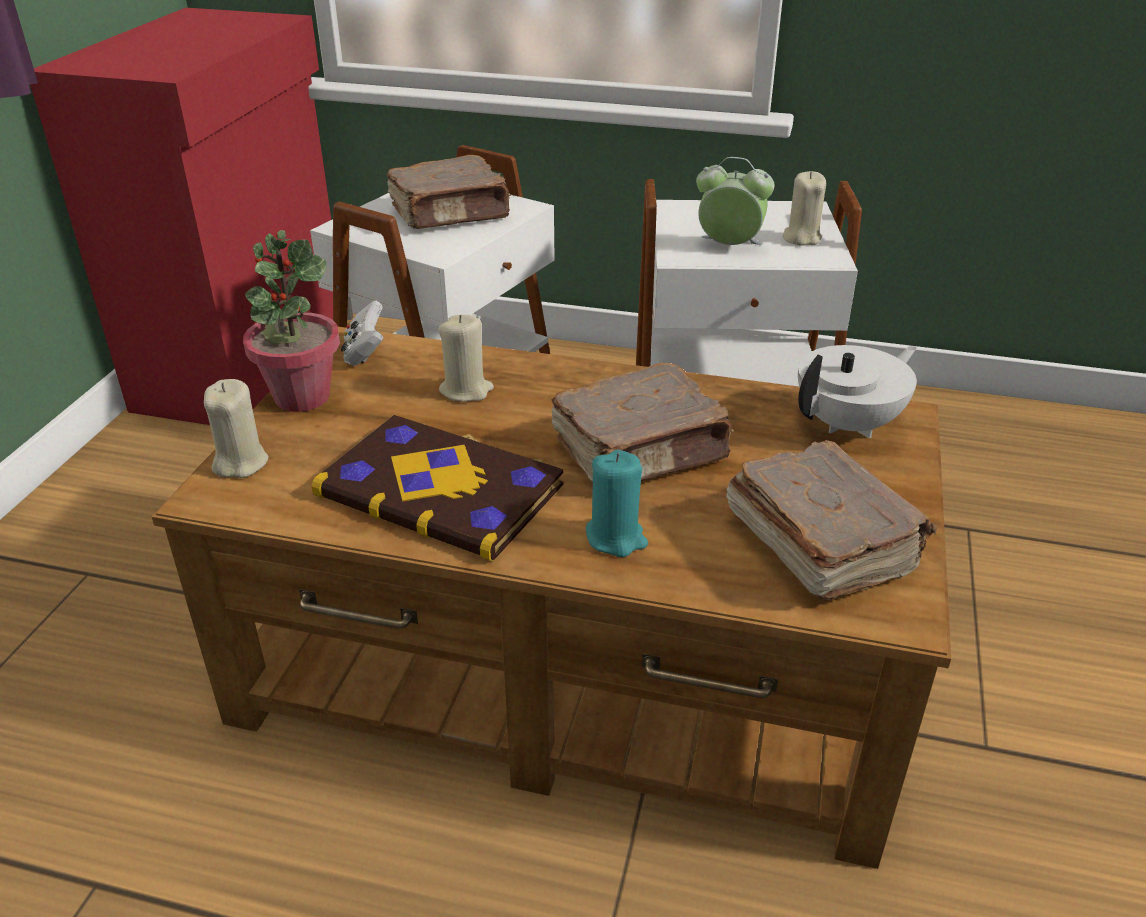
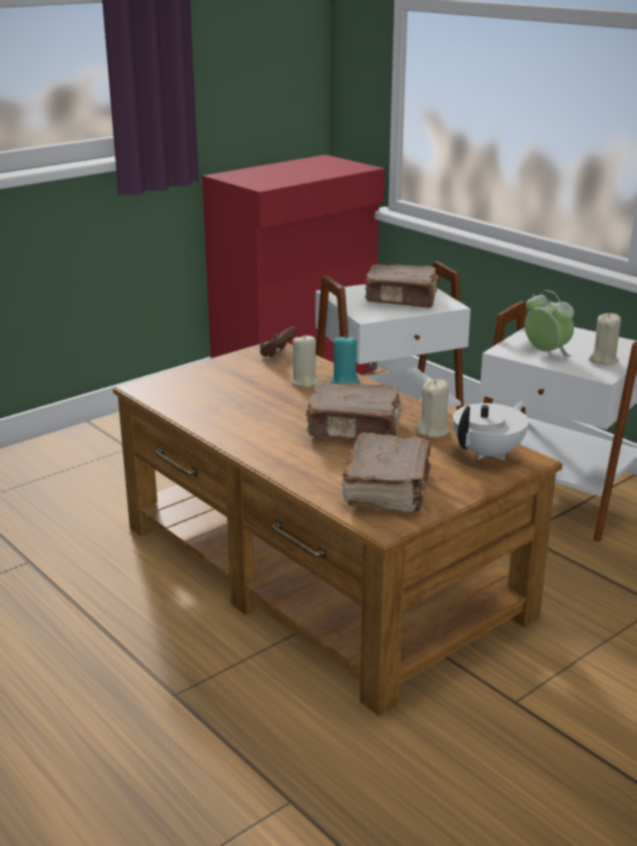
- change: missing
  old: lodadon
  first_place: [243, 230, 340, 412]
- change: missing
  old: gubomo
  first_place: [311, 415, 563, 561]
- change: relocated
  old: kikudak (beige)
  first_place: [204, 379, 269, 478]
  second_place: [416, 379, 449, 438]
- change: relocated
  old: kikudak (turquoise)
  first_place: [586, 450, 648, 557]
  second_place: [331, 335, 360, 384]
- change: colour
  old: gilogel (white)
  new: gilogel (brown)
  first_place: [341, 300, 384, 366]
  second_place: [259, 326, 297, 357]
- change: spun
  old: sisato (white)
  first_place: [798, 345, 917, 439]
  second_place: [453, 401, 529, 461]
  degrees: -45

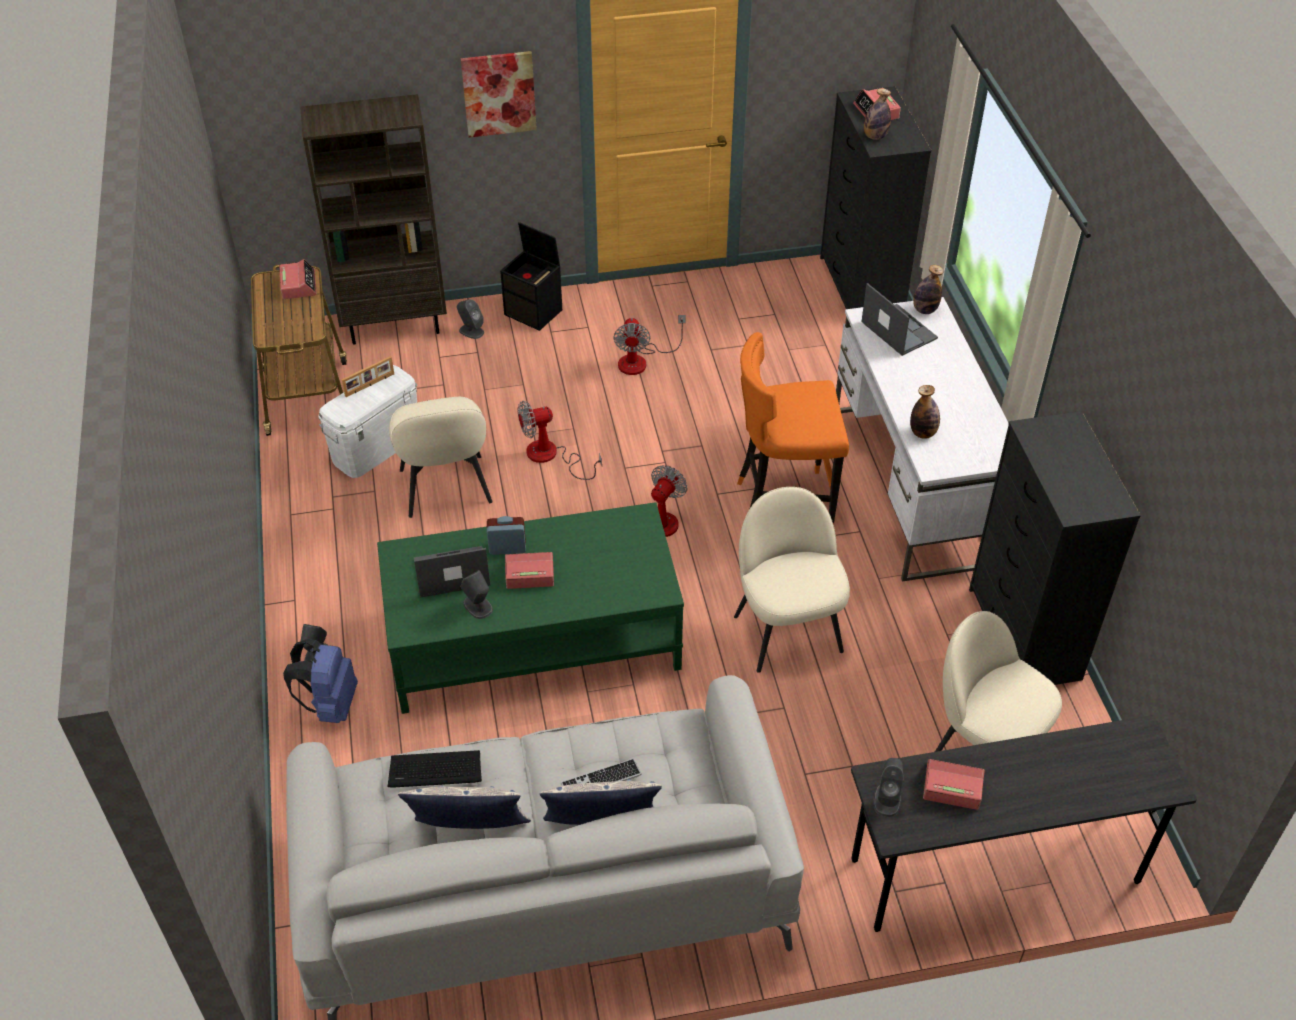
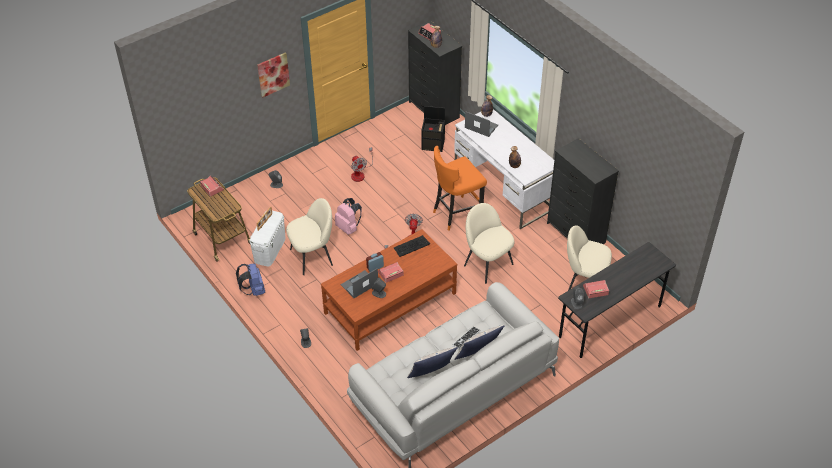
- change: missing
  old: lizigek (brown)
  first_place: [300, 94, 447, 345]
- change: relocated
  old: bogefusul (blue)
  first_place: [283, 639, 358, 723]
  second_place: [236, 263, 265, 296]
- change: relocated
  old: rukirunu
  first_place: [387, 750, 482, 788]
  second_place: [394, 235, 430, 257]
- change: relocated
  old: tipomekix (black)
  first_place: [500, 222, 562, 331]
  second_place: [421, 106, 445, 152]
- change: exchanged
  old: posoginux
  new: bogefusul (pink)
  first_place: [517, 401, 602, 480]
  second_place: [335, 198, 362, 235]
- change: colour
  old: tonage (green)
  new: tonage (brown)
  first_place: [377, 502, 684, 714]
  second_place: [321, 229, 457, 351]
- change: spun
  old: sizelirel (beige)
  first_place: [389, 397, 493, 518]
  second_place: [286, 198, 333, 275]
  degrees: -75

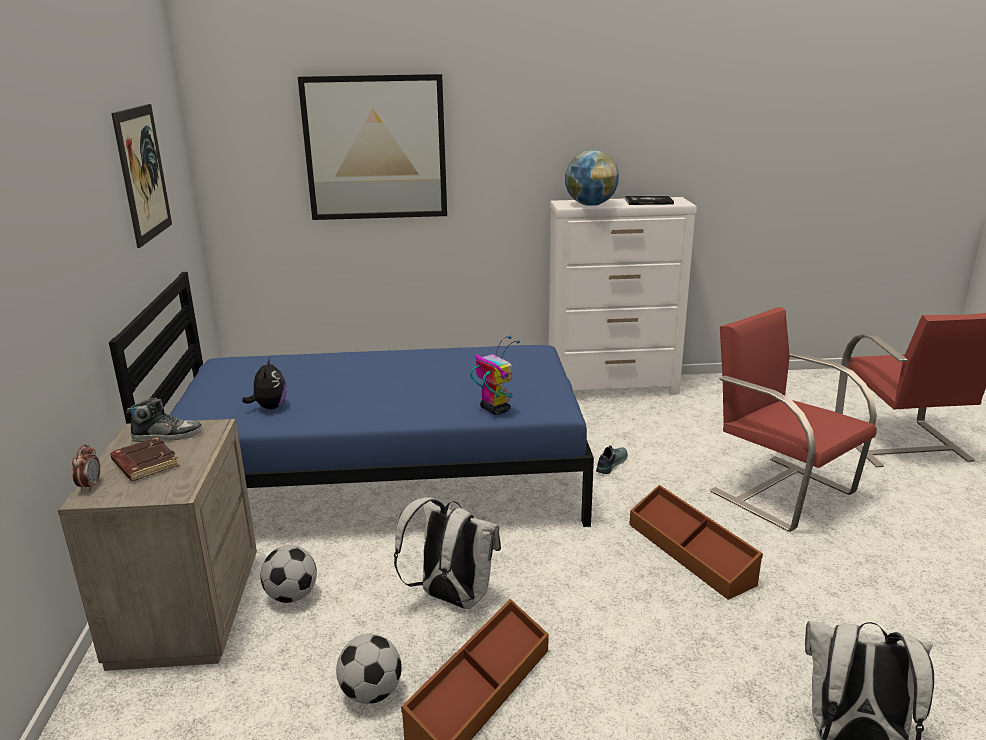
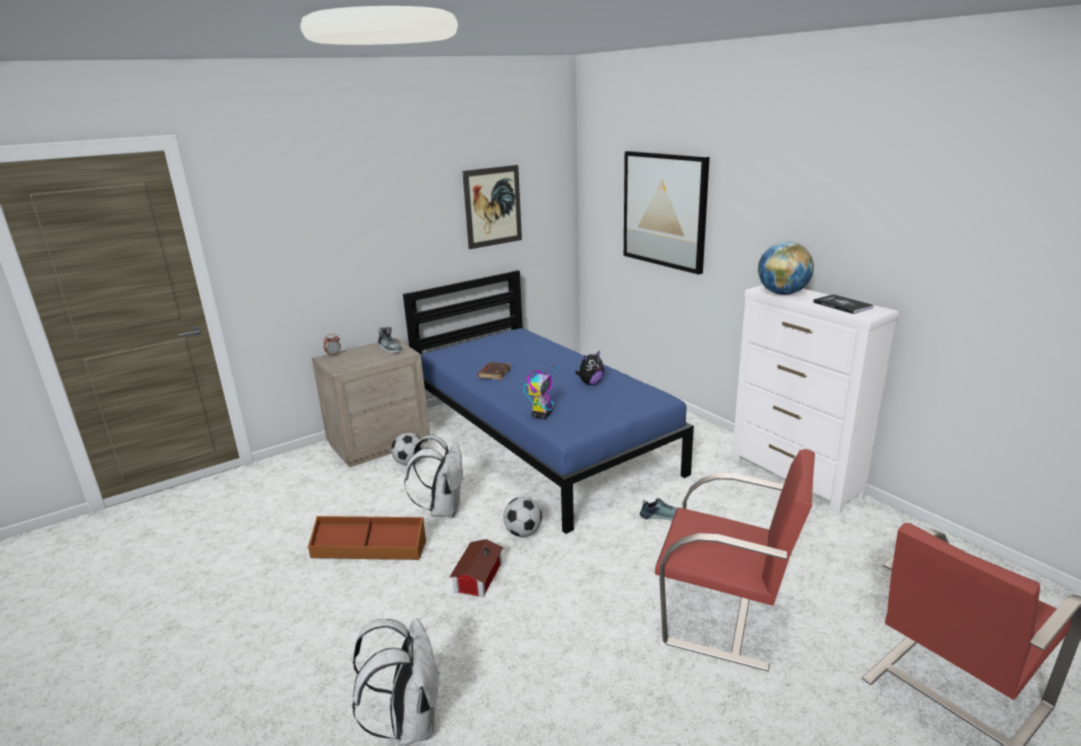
- change: missing
  old: tipomekix (brown)
  first_place: [629, 485, 763, 600]
- change: appeared
  new: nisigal
  second_place: [450, 539, 503, 597]
- change: relocated
  old: gubomo (brown)
  first_place: [110, 437, 180, 481]
  second_place: [477, 362, 511, 380]
- change: relocated
  old: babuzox
  first_place: [242, 357, 287, 409]
  second_place: [575, 351, 604, 385]
- change: relocated
  old: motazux
  first_place: [336, 634, 402, 704]
  second_place: [503, 497, 542, 537]
- change: spun
  old: sizelirel (red)
  first_place: [710, 307, 877, 532]
  second_place: [655, 449, 815, 671]
  degrees: 90

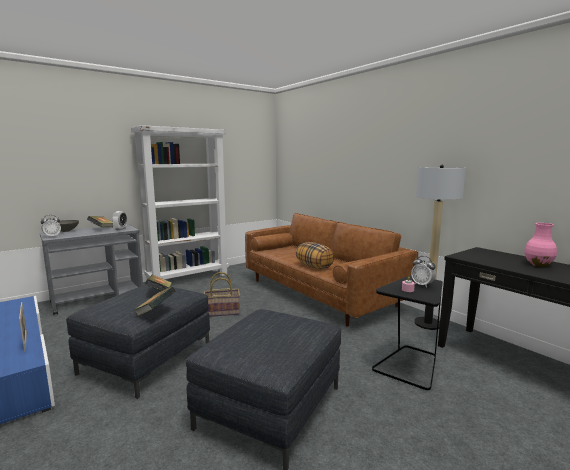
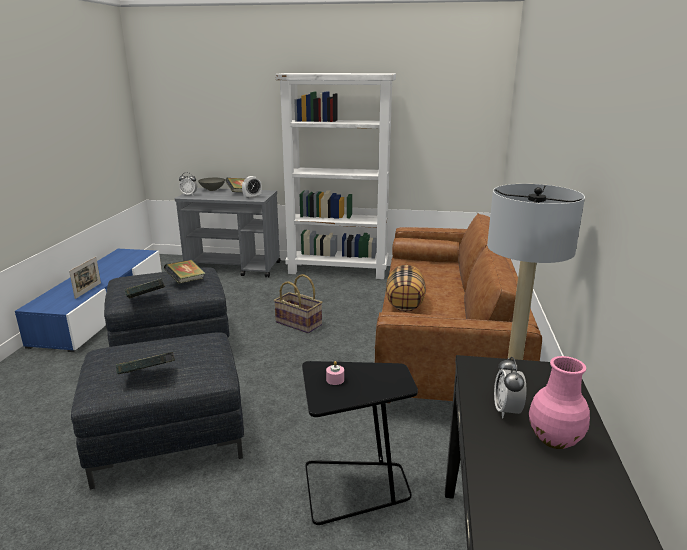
- change: appeared
  new: gubomo
  second_place: [116, 352, 175, 374]
- change: relocated
  old: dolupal
  first_place: [411, 256, 436, 288]
  second_place: [494, 357, 527, 418]

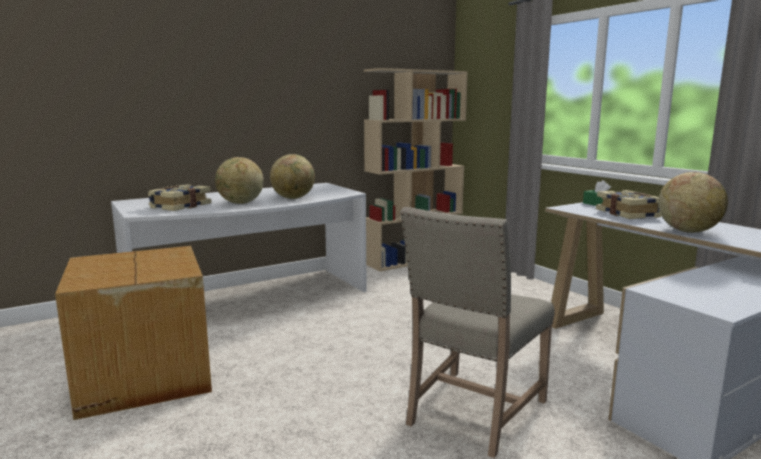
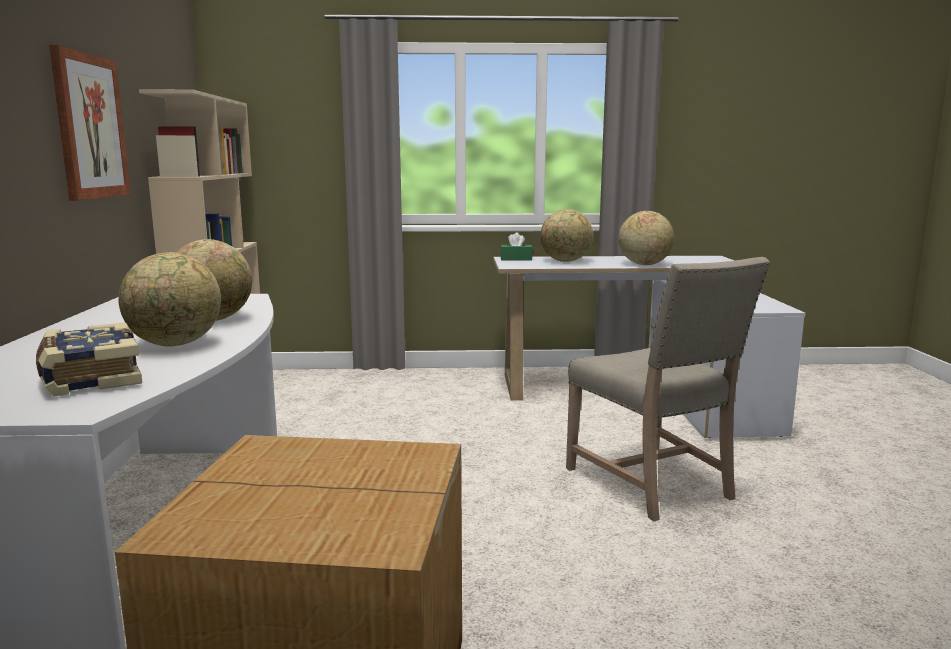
- change: appeared
  new: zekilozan
  second_place: [49, 45, 131, 201]
- change: exchanged
  old: gubomo
  new: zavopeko
  first_place: [596, 190, 662, 219]
  second_place: [540, 209, 593, 262]

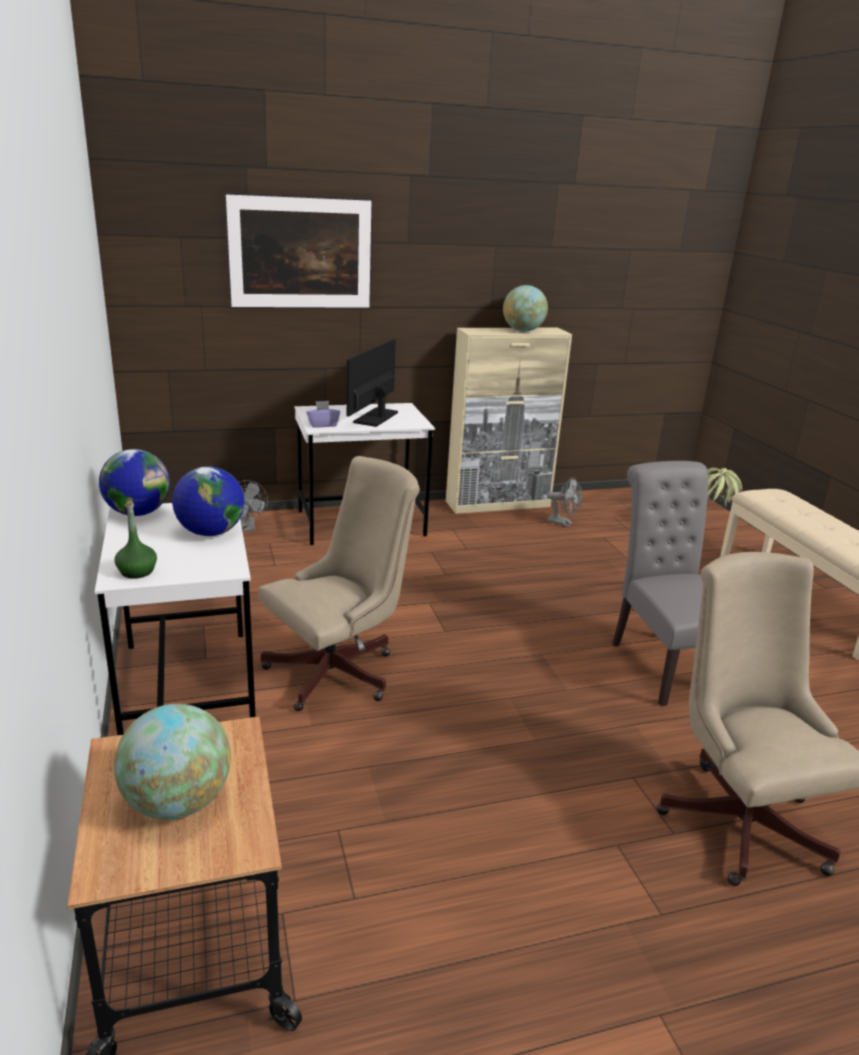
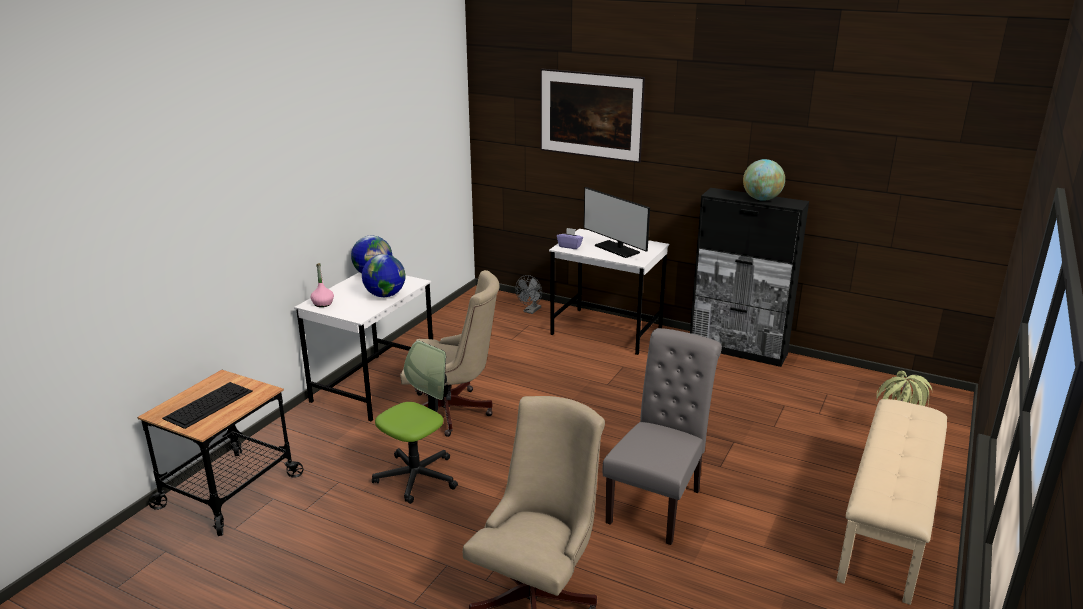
- change: missing
  old: posoginux (grey)
  first_place: [547, 477, 582, 527]
- change: appeared
  new: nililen
  second_place: [372, 340, 458, 504]
- change: exchanged
  old: zavopeko
  new: rukirunu
  first_place: [114, 704, 231, 820]
  second_place: [162, 382, 253, 429]
- change: colour
  old: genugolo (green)
  new: genugolo (pink)
  first_place: [115, 501, 157, 578]
  second_place: [311, 263, 334, 307]
- change: colour
  old: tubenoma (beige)
  new: tubenoma (black)
  first_place: [446, 328, 572, 514]
  second_place: [690, 188, 809, 367]
- change: spun
  old: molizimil
  first_place: [347, 339, 398, 427]
  second_place: [584, 187, 650, 258]
  degrees: -105

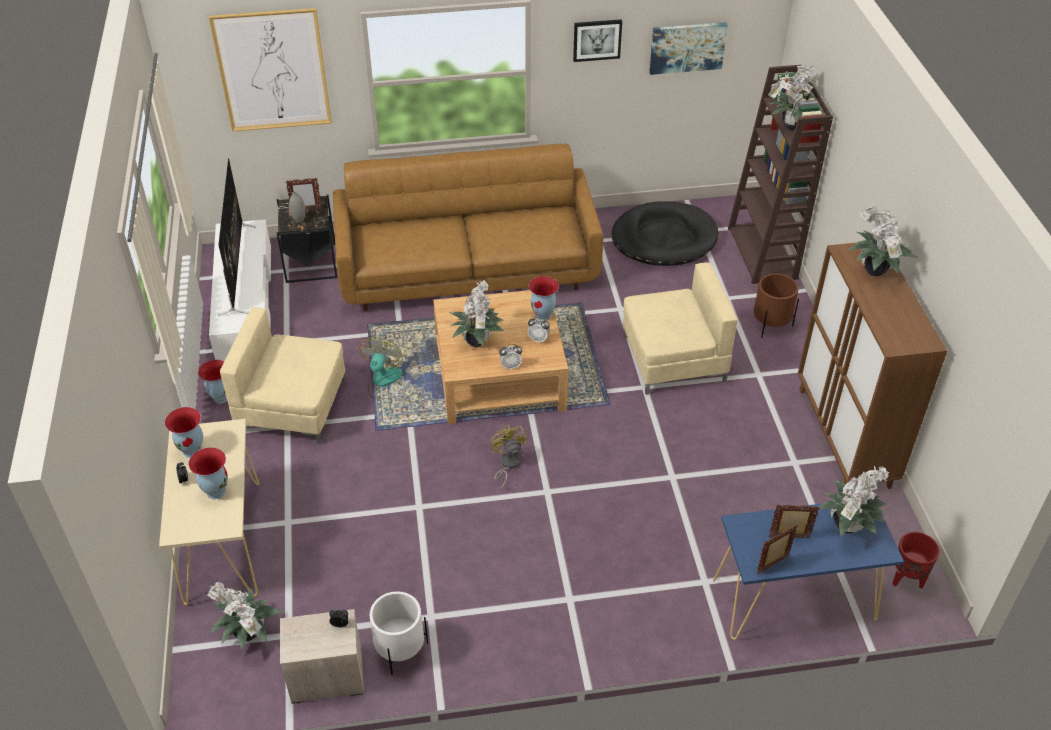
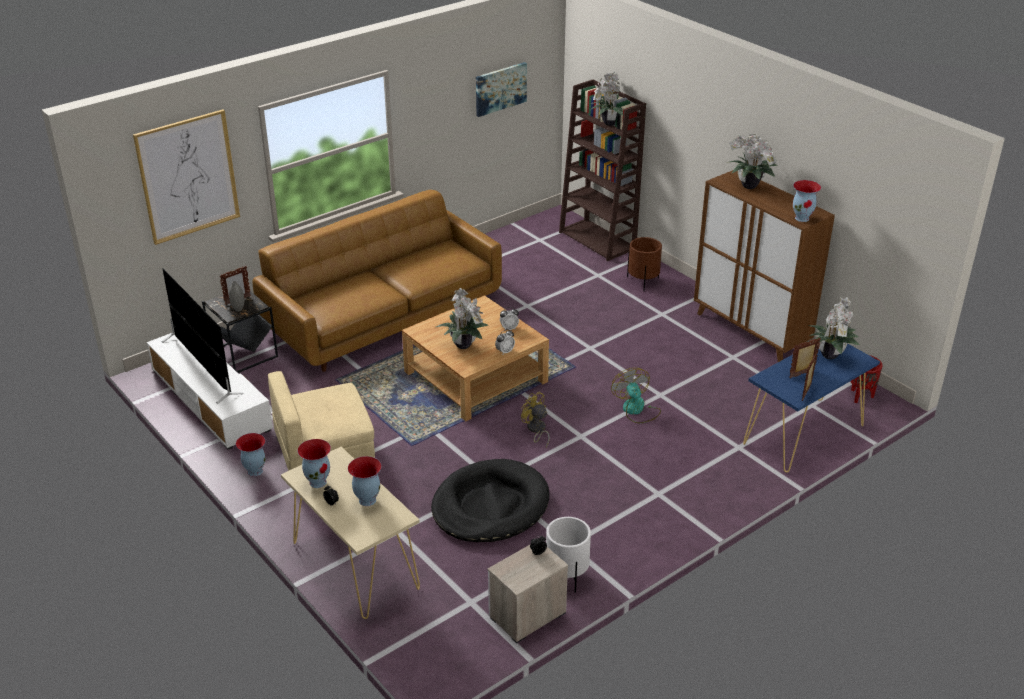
- change: missing
  old: lodadon
  first_place: [207, 582, 283, 649]
- change: missing
  old: zekilozan
  first_place: [573, 19, 622, 62]
- change: missing
  old: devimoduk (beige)
  first_place: [623, 262, 737, 395]
- change: relocated
  old: posoginux
  first_place: [359, 337, 403, 398]
  second_place: [611, 368, 661, 423]
- change: relocated
  old: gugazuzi
  first_place: [528, 276, 559, 321]
  second_place: [793, 180, 821, 222]
- change: relocated
  old: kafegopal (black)
  first_place: [611, 201, 718, 266]
  second_place: [431, 459, 550, 542]

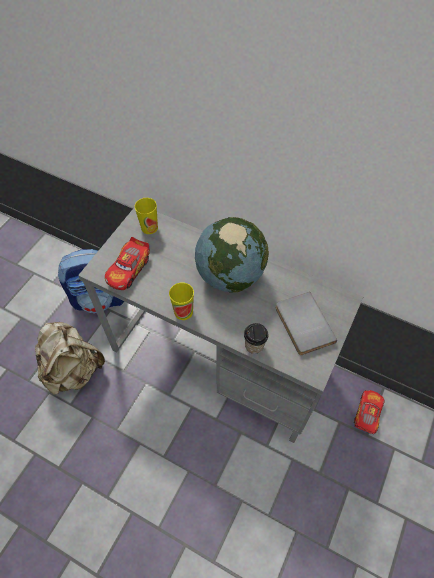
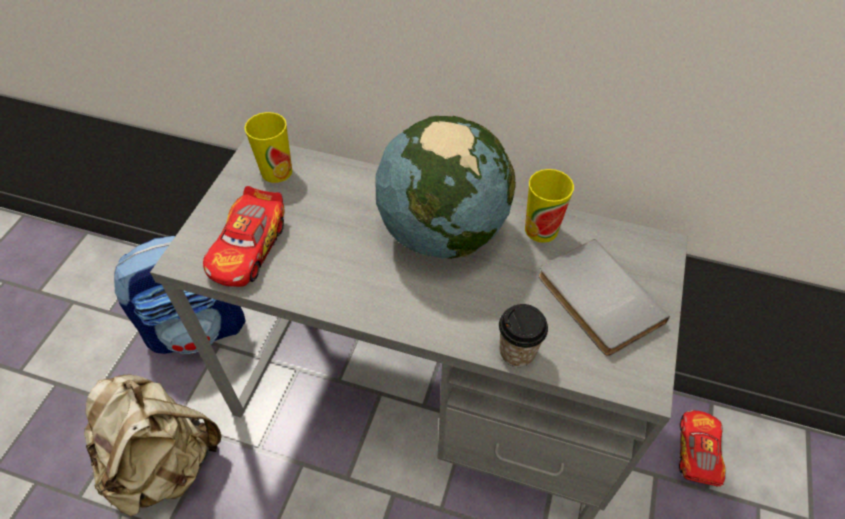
- change: relocated
  old: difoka
  first_place: [169, 283, 194, 320]
  second_place: [525, 169, 574, 243]

